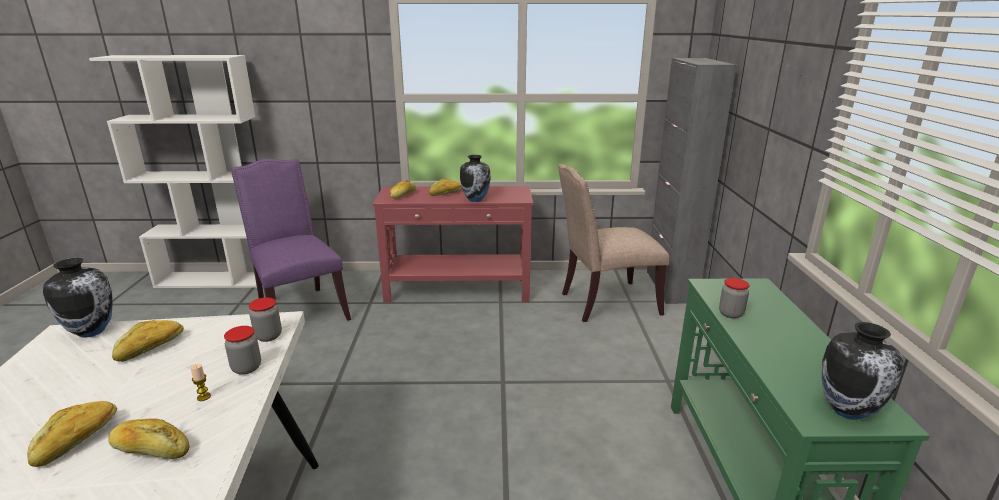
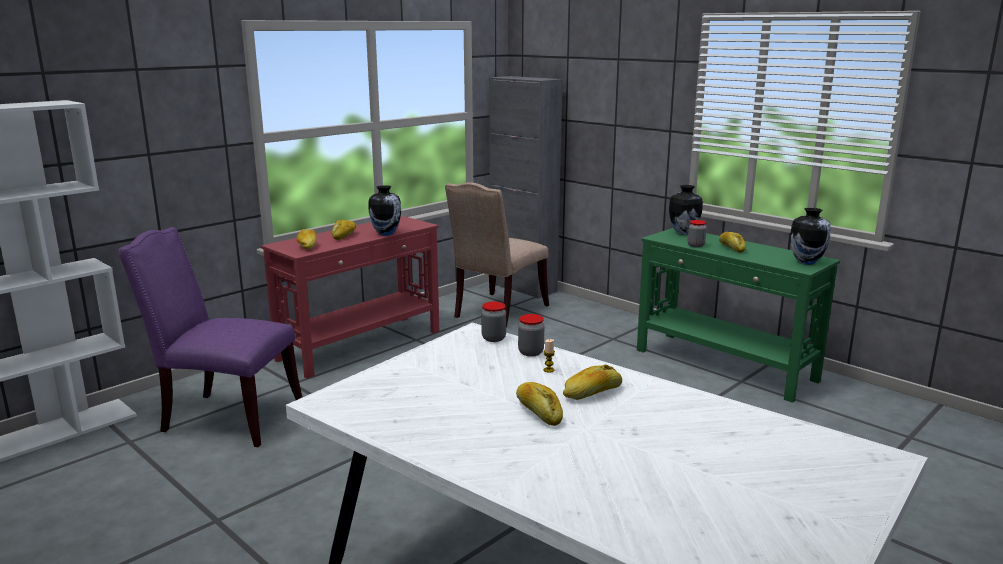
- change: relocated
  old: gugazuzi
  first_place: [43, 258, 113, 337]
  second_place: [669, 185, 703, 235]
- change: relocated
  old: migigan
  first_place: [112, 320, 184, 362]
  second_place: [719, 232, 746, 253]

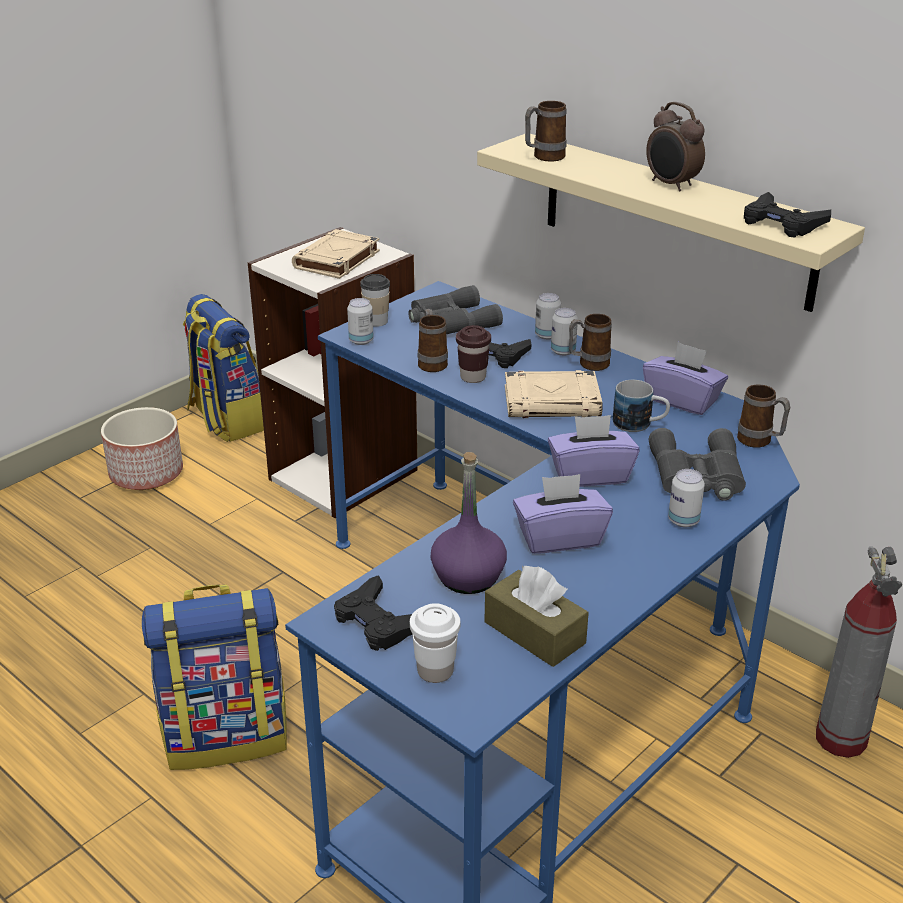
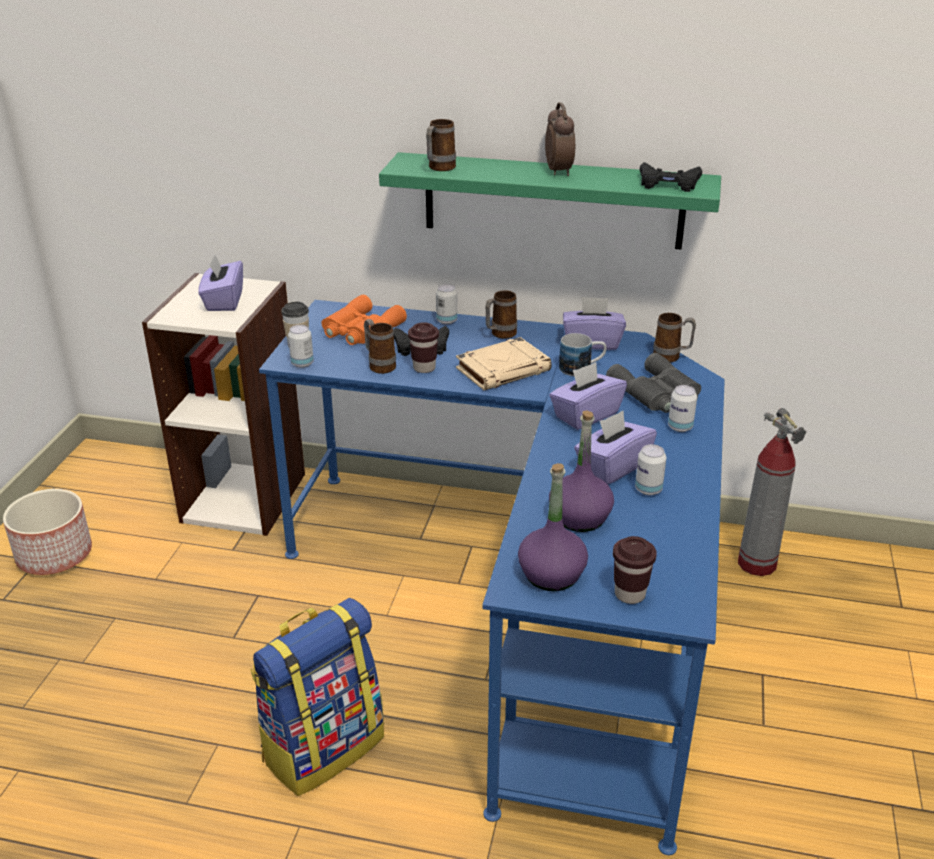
- change: missing
  old: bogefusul
  first_place: [183, 294, 264, 442]
- change: missing
  old: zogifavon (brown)
  first_place: [485, 566, 589, 667]
- change: relocated
  old: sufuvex
  first_place: [551, 308, 578, 356]
  second_place: [635, 444, 666, 495]
- change: exchanged
  old: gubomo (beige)
  new: zogifavon (purple)
  first_place: [292, 229, 380, 279]
  second_place: [198, 255, 243, 311]
- change: exchanged
  old: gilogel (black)
  new: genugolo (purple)
  first_place: [334, 575, 413, 651]
  second_place: [518, 463, 588, 591]
- change: colour
  old: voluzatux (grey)
  new: voluzatux (orange)
  first_place: [408, 285, 503, 334]
  second_place: [321, 295, 407, 345]
- change: colour
  old: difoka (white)
  new: difoka (brown)
  first_place: [410, 603, 460, 683]
  second_place: [613, 536, 657, 604]
- change: colour
  old: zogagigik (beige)
  new: zogagigik (green)
  first_place: [477, 134, 865, 312]
  second_place: [379, 152, 721, 250]
- change: spun
  old: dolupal
  first_place: [646, 102, 705, 192]
  second_place: [545, 102, 575, 176]
  degrees: -120

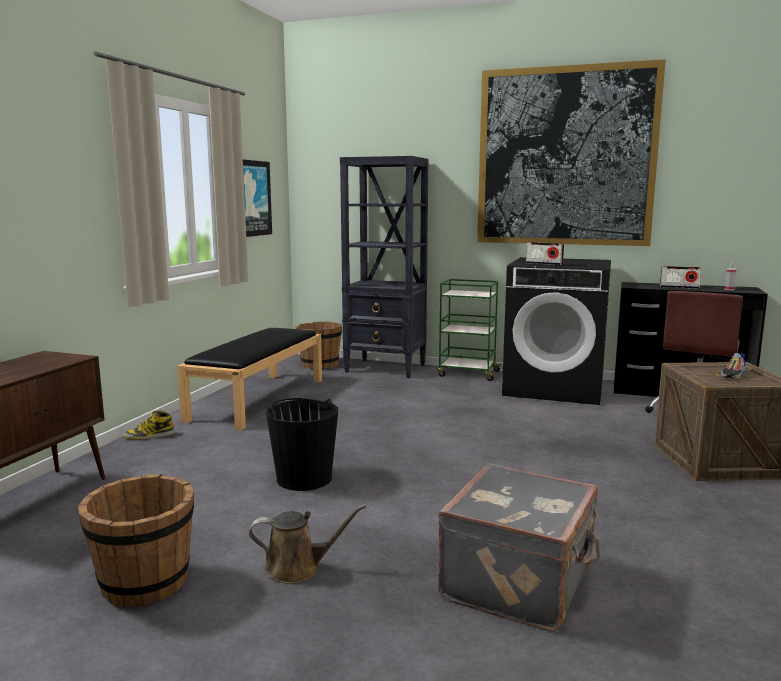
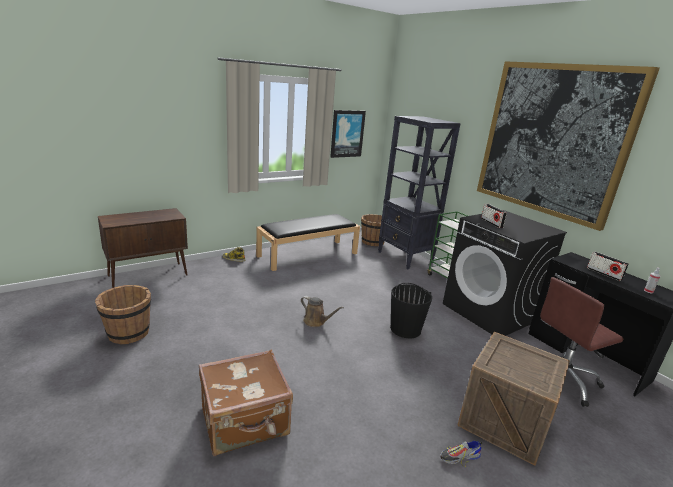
- change: relocated
  old: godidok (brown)
  first_place: [249, 504, 366, 584]
  second_place: [301, 296, 344, 327]
- change: relocated
  old: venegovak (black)
  first_place: [266, 398, 338, 491]
  second_place: [390, 283, 432, 338]
- change: relocated
  old: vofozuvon
  first_place: [716, 353, 748, 379]
  second_place: [440, 441, 483, 467]
- change: colour
  old: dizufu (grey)
  new: dizufu (brown)
  first_place: [438, 463, 600, 632]
  second_place: [199, 350, 293, 456]

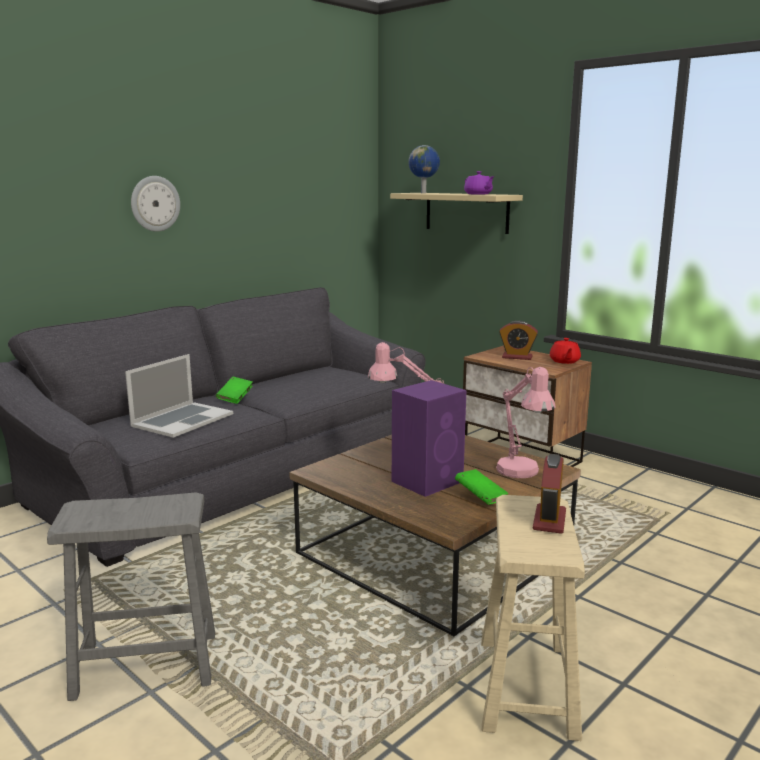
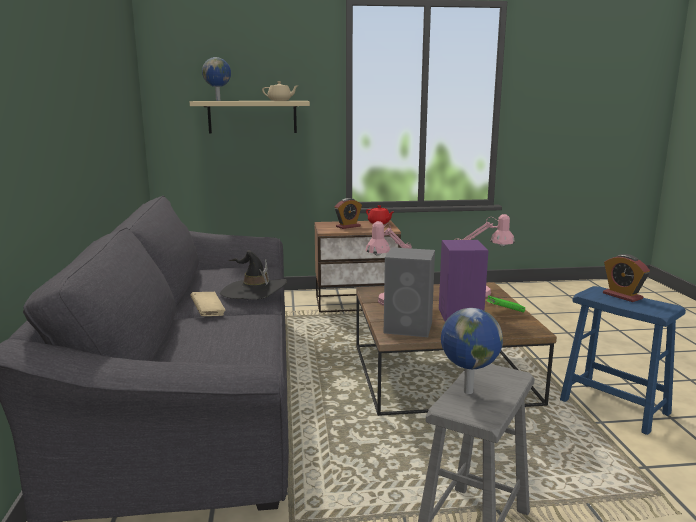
- change: missing
  old: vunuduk
  first_place: [125, 354, 233, 438]
- change: missing
  old: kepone
  first_place: [131, 176, 180, 232]
- change: appeared
  new: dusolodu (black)
  second_place: [220, 250, 287, 299]
- change: appeared
  new: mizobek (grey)
  second_place: [384, 247, 435, 337]
- change: appeared
  new: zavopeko
  second_place: [441, 308, 503, 394]
- change: colour
  old: gubomo (green)
  new: gubomo (beige)
  first_place: [216, 377, 253, 404]
  second_place: [190, 292, 226, 316]
- change: colour
  old: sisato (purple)
  new: sisato (beige)
  first_place: [464, 171, 495, 195]
  second_place: [262, 81, 299, 101]
- change: colour
  old: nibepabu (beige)
  new: nibepabu (blue)
  first_place: [481, 495, 585, 741]
  second_place: [560, 286, 686, 435]

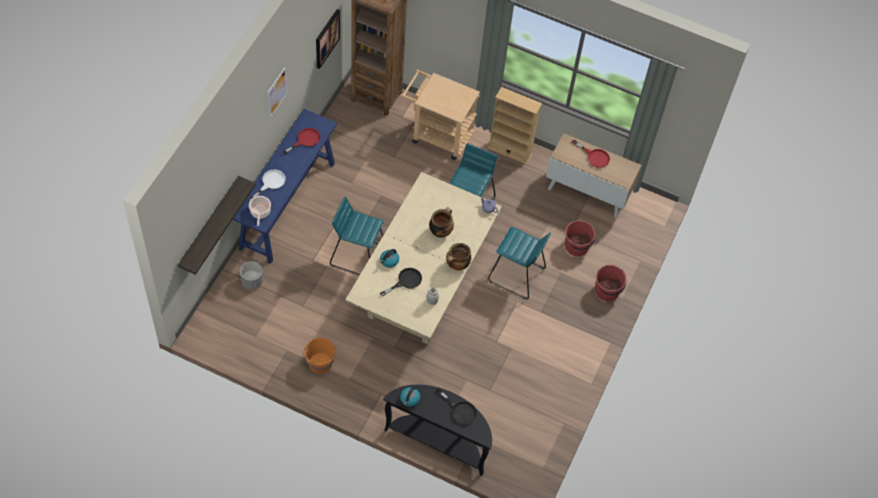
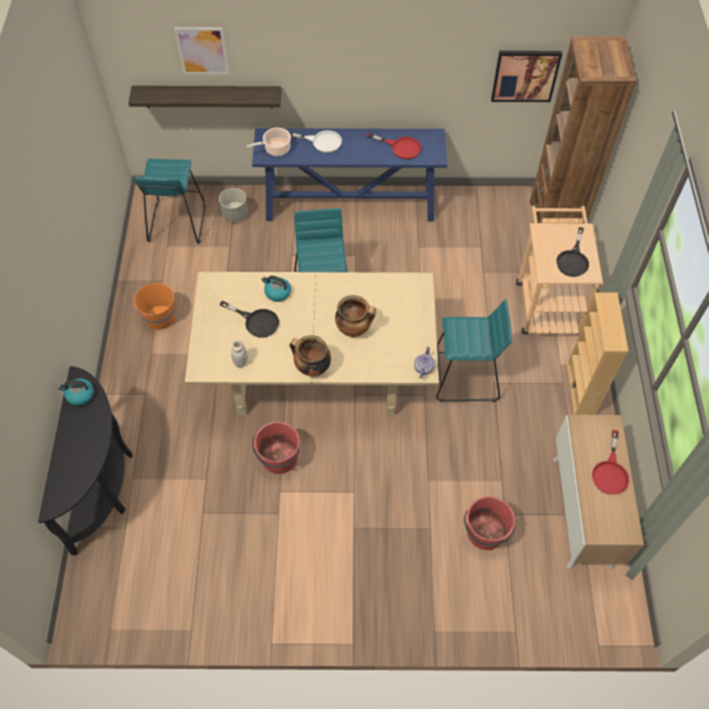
- change: relocated
  old: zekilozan
  first_place: [268, 67, 287, 118]
  second_place: [174, 28, 229, 74]
- change: relocated
  old: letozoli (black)
  first_place: [436, 388, 477, 424]
  second_place: [556, 227, 589, 277]
- change: relocated
  old: nibepabu (turquoise)
  first_place: [488, 227, 551, 299]
  second_place: [134, 159, 206, 244]
- change: relocated
  old: venegovak (red)
  first_place: [595, 265, 626, 301]
  second_place: [252, 422, 300, 474]

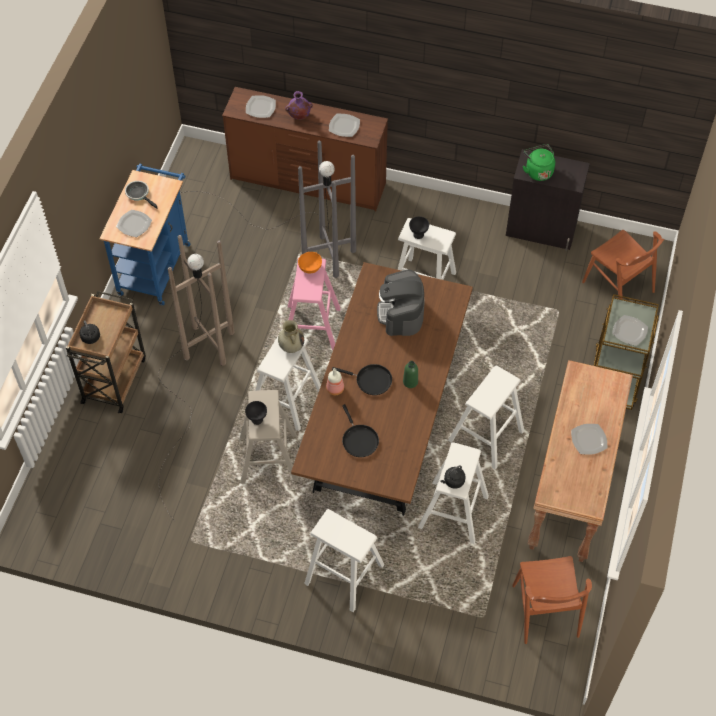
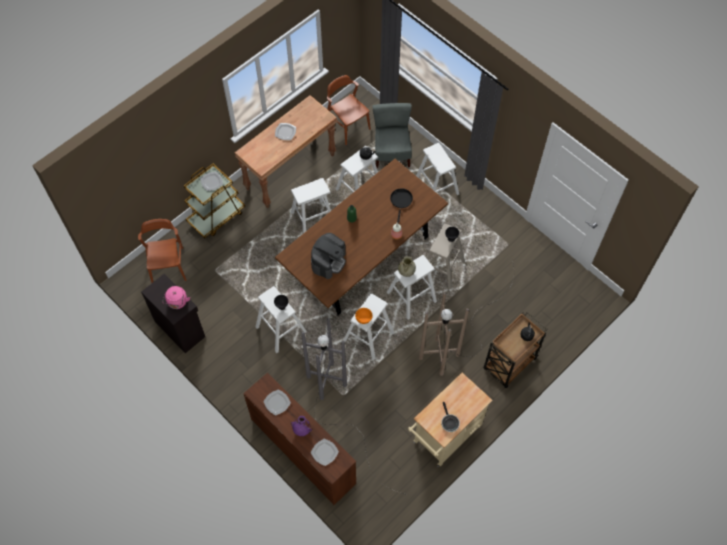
- change: missing
  old: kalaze
  first_place: [116, 210, 152, 237]
- change: missing
  old: letozoli (black)
  first_place: [332, 364, 392, 395]
- change: appeared
  new: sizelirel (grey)
  second_place: [373, 103, 412, 169]
- change: colour
  old: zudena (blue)
  new: zudena (beige)
  first_place: [99, 164, 190, 305]
  second_place: [408, 373, 492, 467]
- change: colour
  old: nibepabu (pink)
  new: nibepabu (white)
  first_place: [288, 258, 341, 350]
  second_place: [343, 293, 394, 360]
- change: colour
  old: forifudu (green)
  new: forifudu (pink)
  first_place: [523, 144, 555, 181]
  second_place: [162, 286, 190, 309]
- change: spun
  old: sizelirel (brown)
  first_place: [512, 556, 592, 644]
  second_place: [327, 75, 371, 145]
  degrees: -60

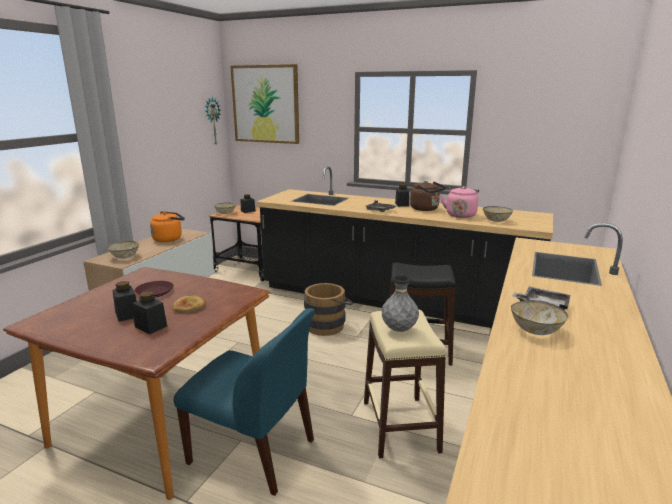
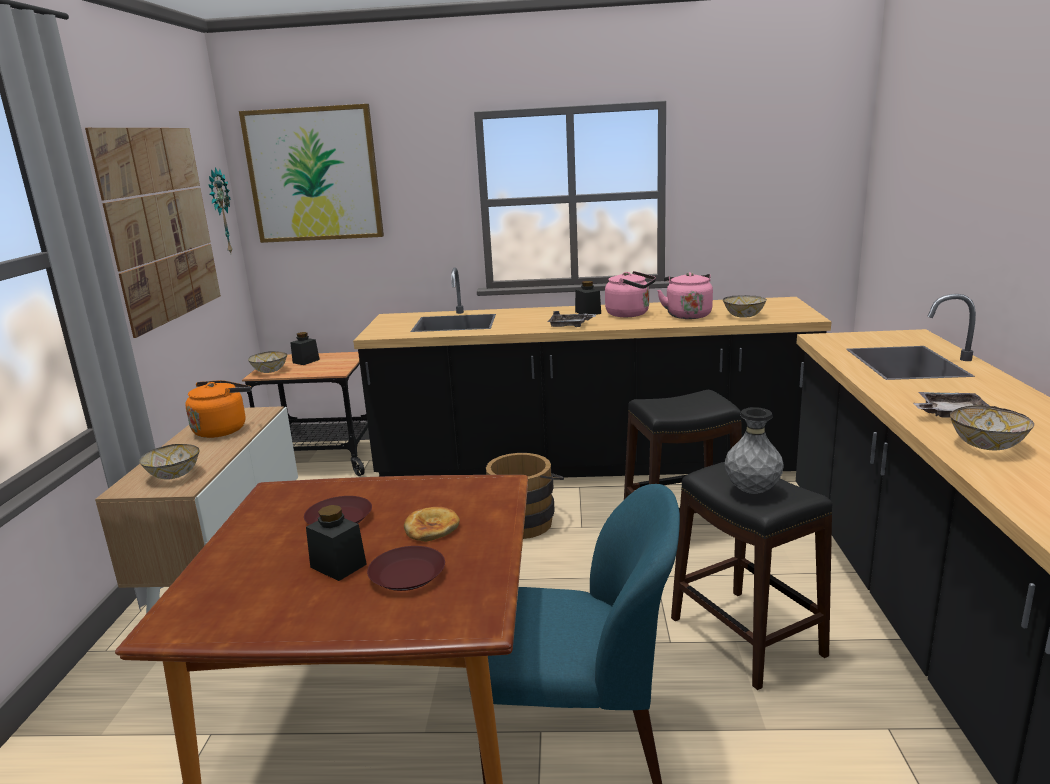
- change: appeared
  new: zekilozan
  second_place: [85, 128, 221, 338]
- change: exchanged
  old: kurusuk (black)
  new: kalaze (brown)
  first_place: [132, 291, 167, 334]
  second_place: [367, 546, 445, 591]
- change: colour
  old: nibepabu (beige)
  new: nibepabu (black)
  first_place: [364, 309, 446, 458]
  second_place: [671, 462, 832, 690]
- change: colour
  old: forifudu (brown)
  new: forifudu (pink)
  first_place: [410, 181, 446, 211]
  second_place: [605, 271, 656, 317]

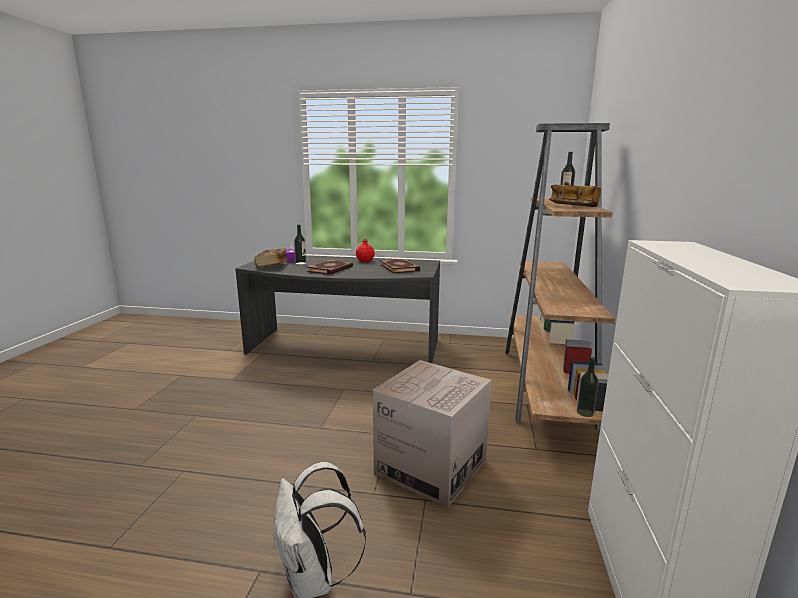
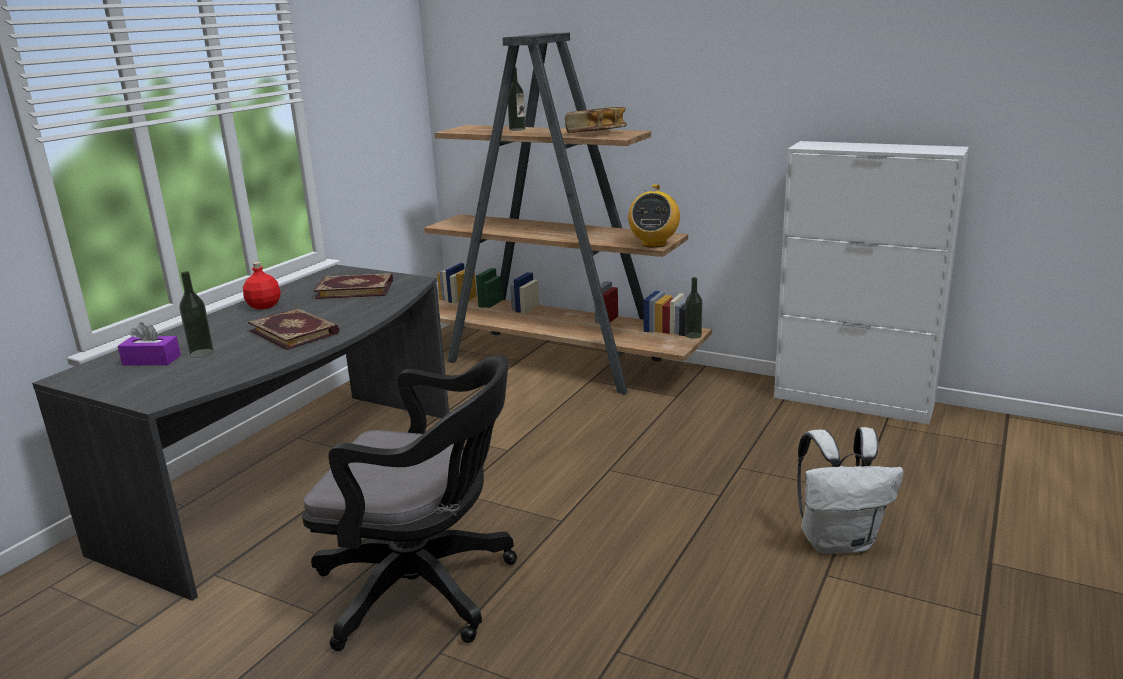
- change: missing
  old: gubomo
  first_place: [255, 248, 288, 268]
- change: missing
  old: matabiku
  first_place: [373, 360, 492, 508]
- change: appeared
  new: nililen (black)
  second_place: [302, 355, 517, 651]
- change: appeared
  new: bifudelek
  second_place: [628, 184, 680, 248]

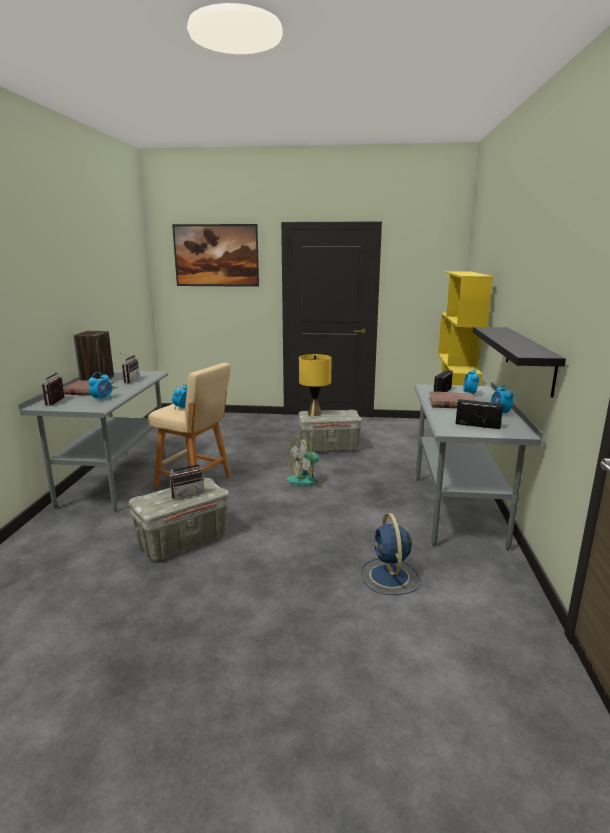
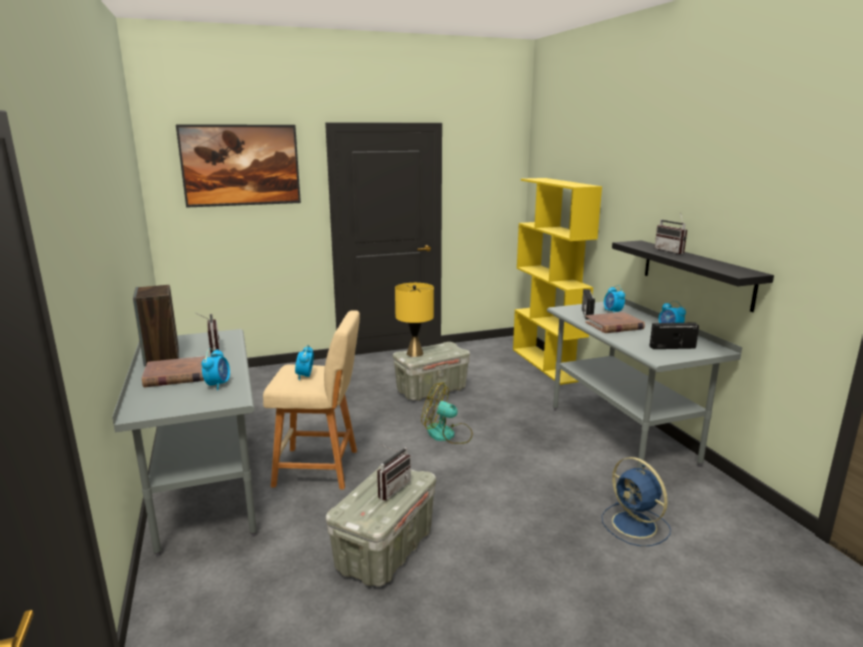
- change: relocated
  old: bifudelek
  first_place: [42, 368, 65, 406]
  second_place: [655, 212, 687, 254]
- change: spun
  old: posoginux
  first_place: [286, 437, 328, 486]
  second_place: [421, 382, 473, 444]
  degrees: 75

